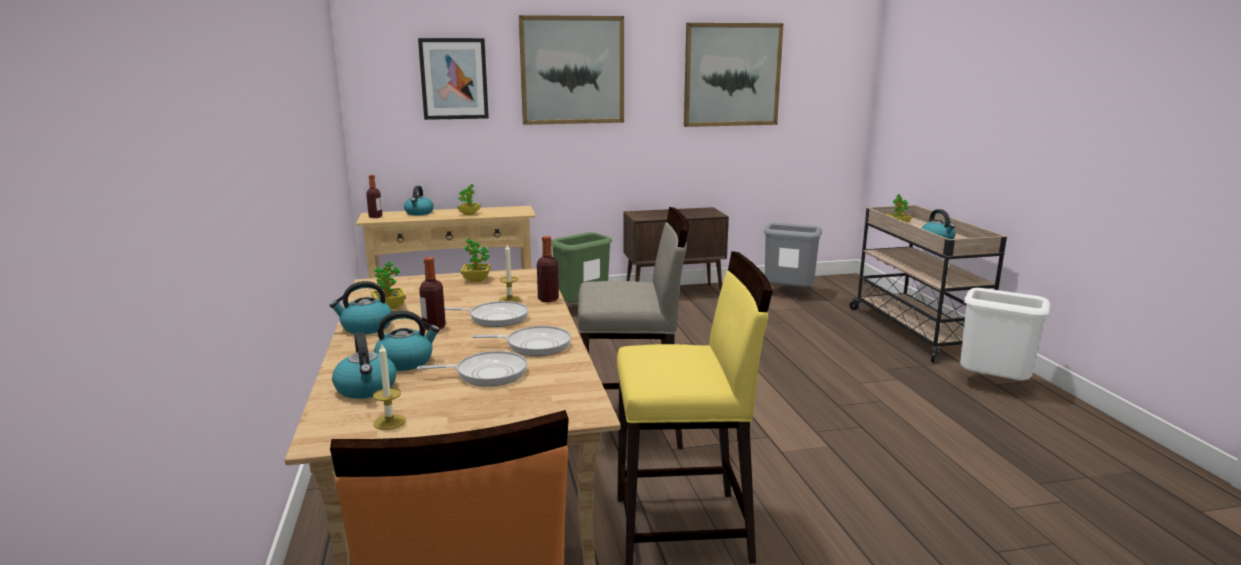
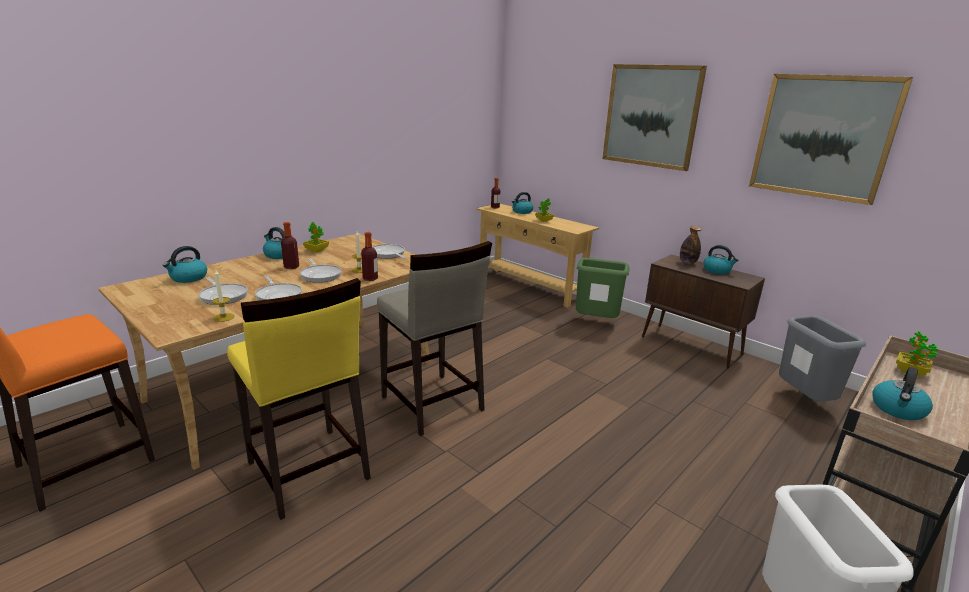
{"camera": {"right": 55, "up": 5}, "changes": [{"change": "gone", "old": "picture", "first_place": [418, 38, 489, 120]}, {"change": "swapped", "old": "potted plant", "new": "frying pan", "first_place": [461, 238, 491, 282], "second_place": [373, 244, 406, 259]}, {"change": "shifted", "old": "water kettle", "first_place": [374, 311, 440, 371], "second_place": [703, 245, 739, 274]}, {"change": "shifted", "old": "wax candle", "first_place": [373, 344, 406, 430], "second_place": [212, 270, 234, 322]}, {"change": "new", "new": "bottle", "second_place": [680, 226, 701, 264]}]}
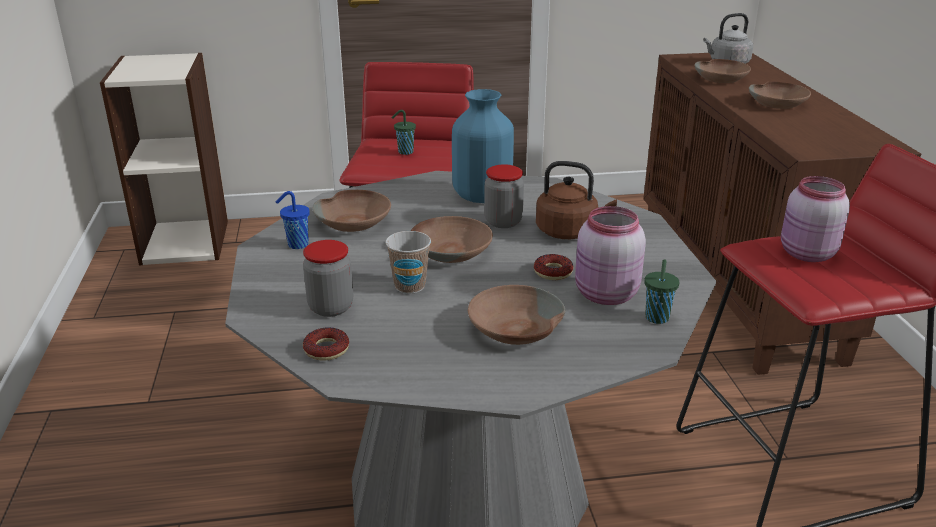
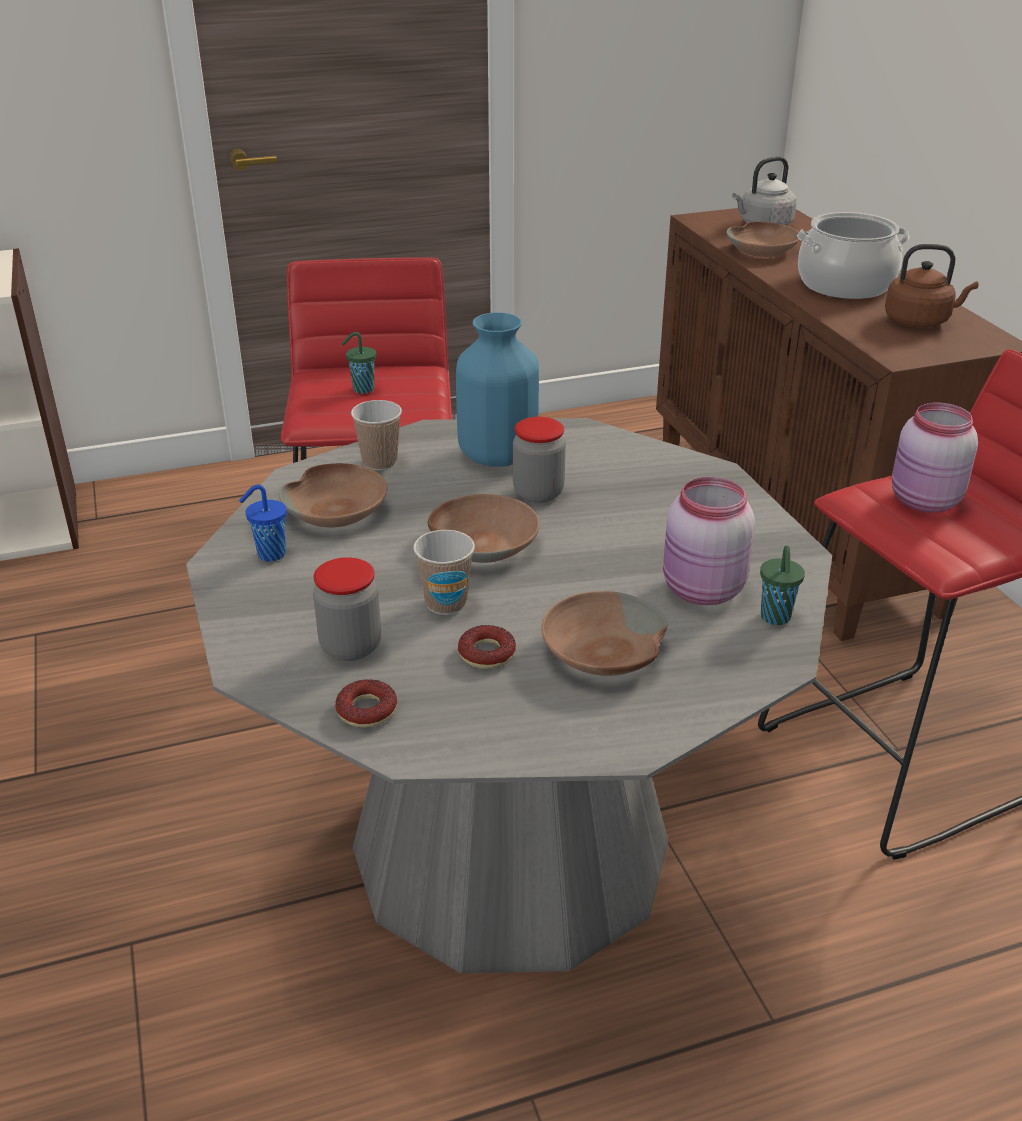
{"camera": {"right": -10, "up": 5}, "changes": [{"change": "swapped", "old": "serving bowl (brown-coloured)", "new": "cooking pot", "first_place": [749, 81, 811, 109], "second_place": [797, 212, 910, 299]}, {"change": "shifted", "old": "water kettle (brown-coloured)", "first_place": [536, 161, 617, 239], "second_place": [885, 244, 979, 328]}, {"change": "shifted", "old": "ring doughnut", "first_place": [534, 254, 574, 280], "second_place": [458, 625, 516, 669]}, {"change": "new", "new": "drinking cup", "second_place": [351, 400, 402, 471]}]}
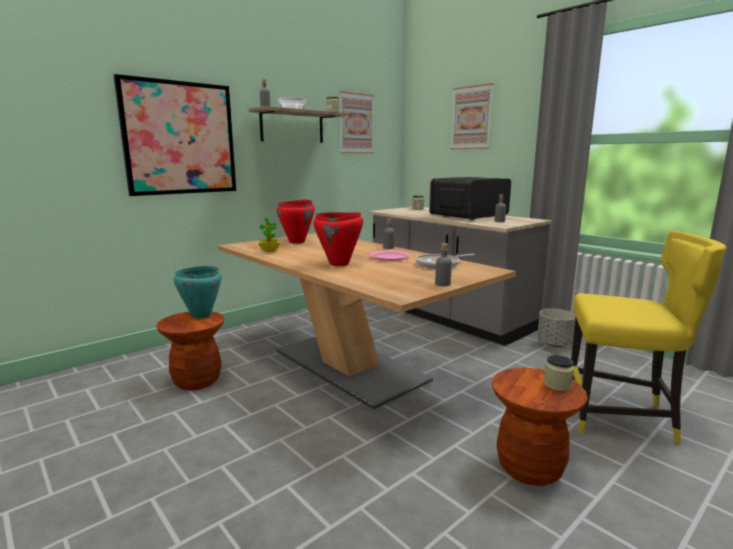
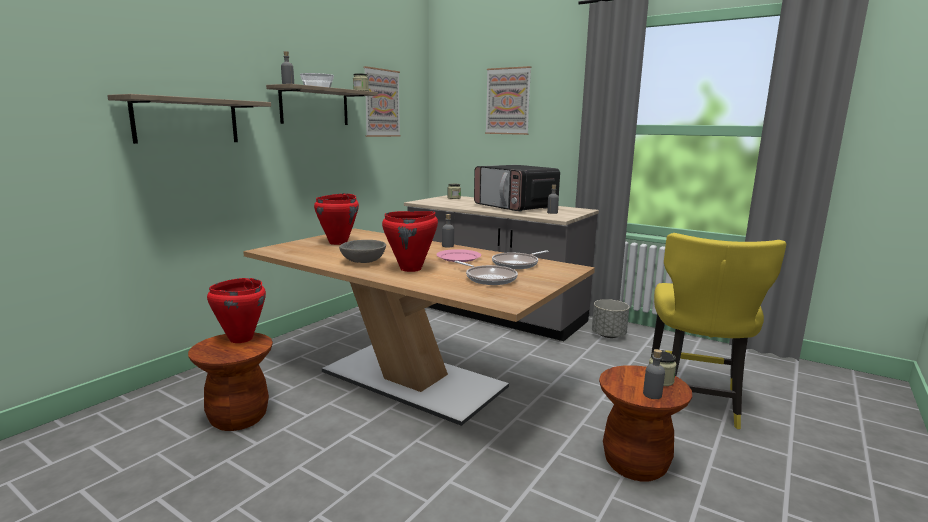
{"camera": {"right": -15, "up": 0}, "changes": [{"change": "swapped", "old": "picture", "new": "bracket shelf", "first_place": [114, 74, 236, 196], "second_place": [107, 94, 271, 144]}, {"change": "rotated", "old": "microwave", "first_place": [429, 177, 511, 220], "second_place": [474, 165, 560, 211], "degrees": -75}, {"change": "gone", "old": "potted plant", "first_place": [259, 217, 280, 252]}, {"change": "rotated", "old": "upright chair (yellowish)", "first_place": [571, 231, 726, 444], "second_place": [651, 233, 786, 429], "degrees": 105}, {"change": "shifted", "old": "bottle (greyish)", "first_place": [435, 243, 452, 286], "second_place": [643, 349, 665, 399]}, {"change": "repainted", "old": "cooking pot (turquoise)", "new": "cooking pot (red)", "first_place": [174, 266, 221, 319], "second_place": [207, 278, 266, 343]}, {"change": "new", "new": "serving bowl (greyish)", "second_place": [339, 240, 386, 263]}, {"change": "new", "new": "frying pan", "second_place": [454, 261, 518, 285]}]}
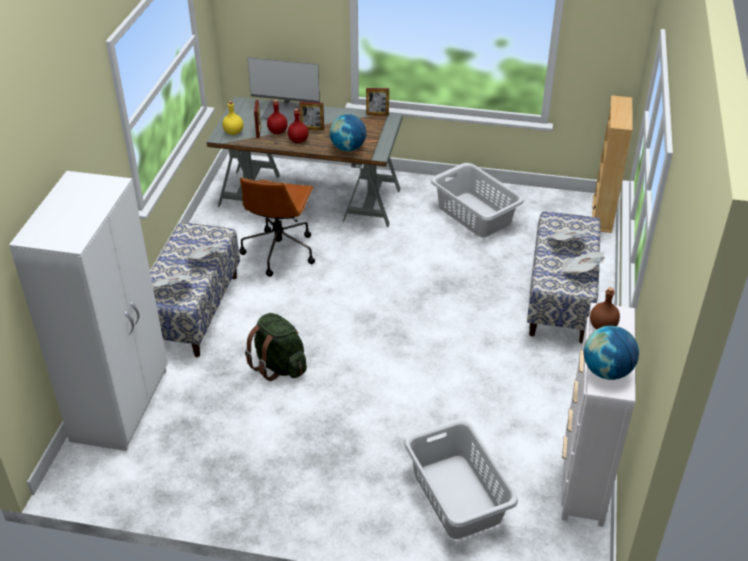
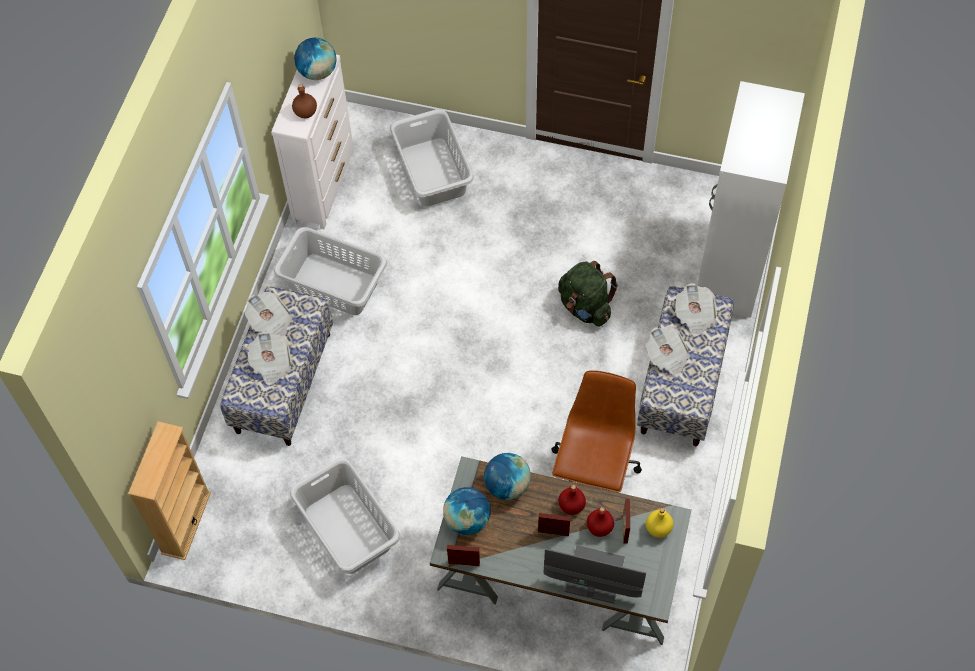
{"camera": {"right": -175, "up": 20}, "changes": [{"change": "new", "new": "laundry basket (greyish)", "second_place": [274, 227, 387, 315]}, {"change": "new", "new": "desk globe", "second_place": [443, 487, 490, 535]}]}
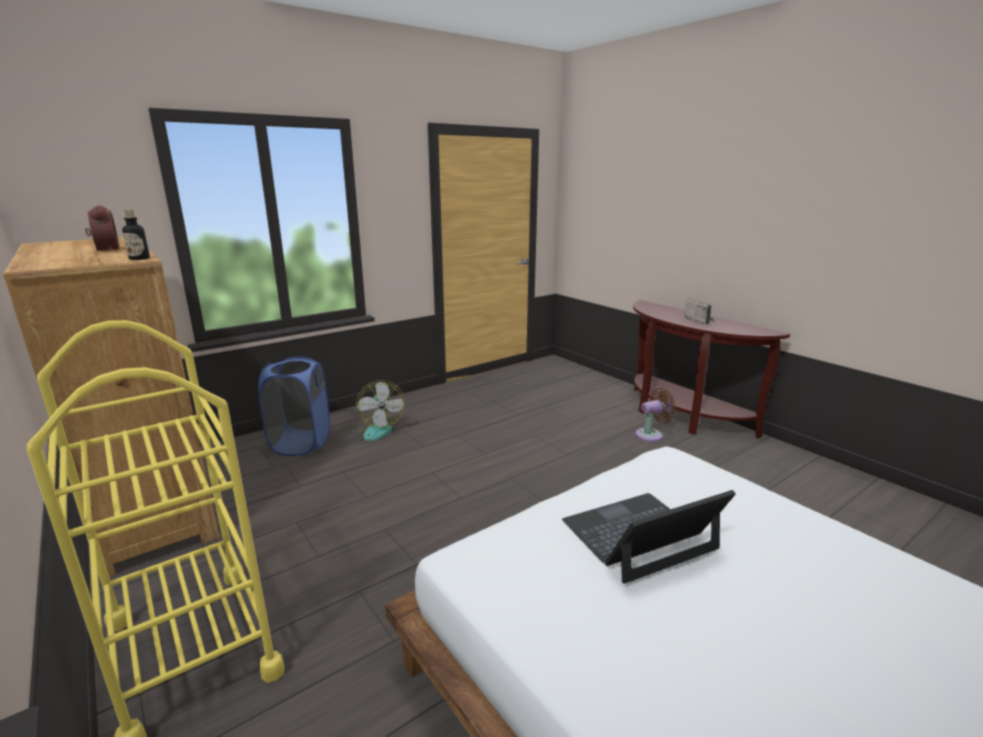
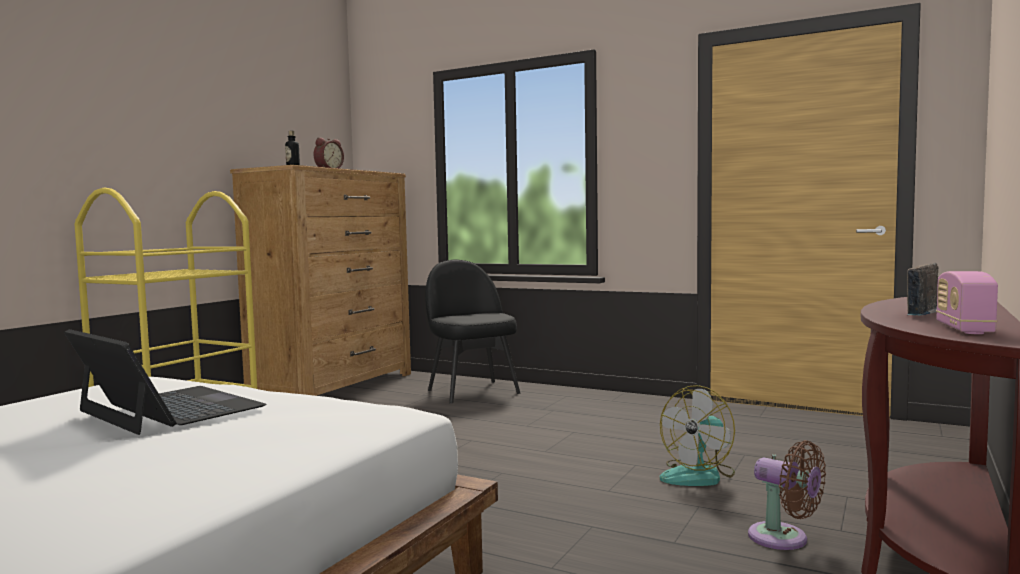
{"camera": {"right": 65, "up": -15}, "changes": [{"change": "swapped", "old": "laundry basket (bluish)", "new": "upright chair (black)", "first_place": [258, 357, 330, 456], "second_place": [425, 260, 520, 403]}, {"change": "shifted", "old": "fan", "first_place": [349, 381, 405, 441], "second_place": [660, 385, 735, 486]}, {"change": "new", "new": "radio set", "second_place": [936, 271, 998, 334]}]}
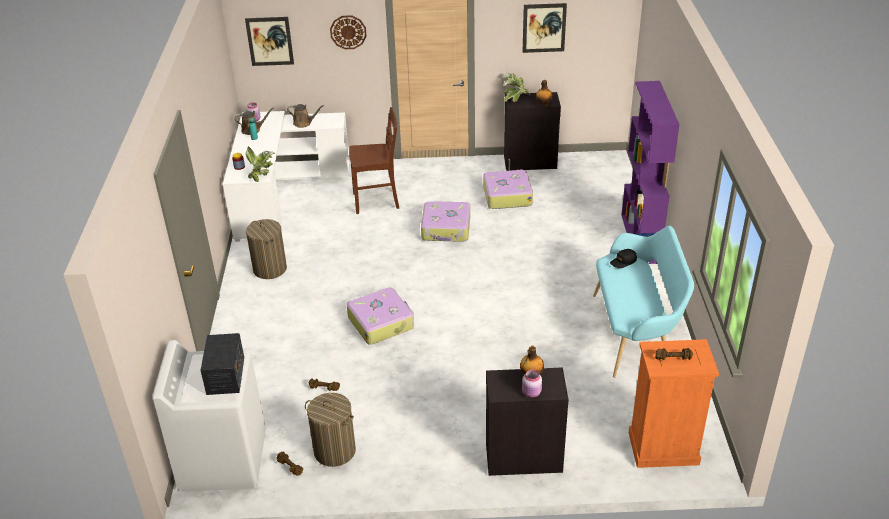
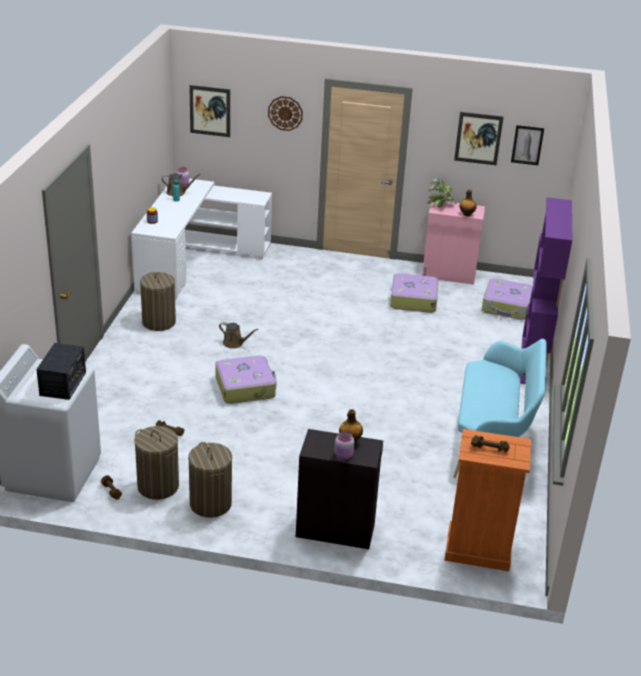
{"camera": {"right": 10, "up": -5}, "changes": [{"change": "repainted", "old": "cupboard (black)", "new": "cupboard (pinkish)", "first_place": [504, 92, 561, 171], "second_place": [422, 202, 485, 285]}, {"change": "shifted", "old": "sprinkling can (brown-coloured)", "first_place": [287, 104, 324, 128], "second_place": [219, 322, 258, 349]}, {"change": "gone", "old": "upright chair (brown-coloured)", "first_place": [349, 107, 399, 214]}, {"change": "gone", "old": "potted plant", "first_place": [246, 147, 275, 182]}, {"change": "shifted", "old": "suitcase", "first_place": [421, 201, 470, 242], "second_place": [482, 278, 533, 320]}, {"change": "gone", "old": "peaked cap (black)", "first_place": [610, 249, 637, 268]}, {"change": "new", "new": "picture", "second_place": [511, 125, 544, 165]}, {"change": "new", "new": "laundry basket", "second_place": [188, 442, 232, 518]}]}
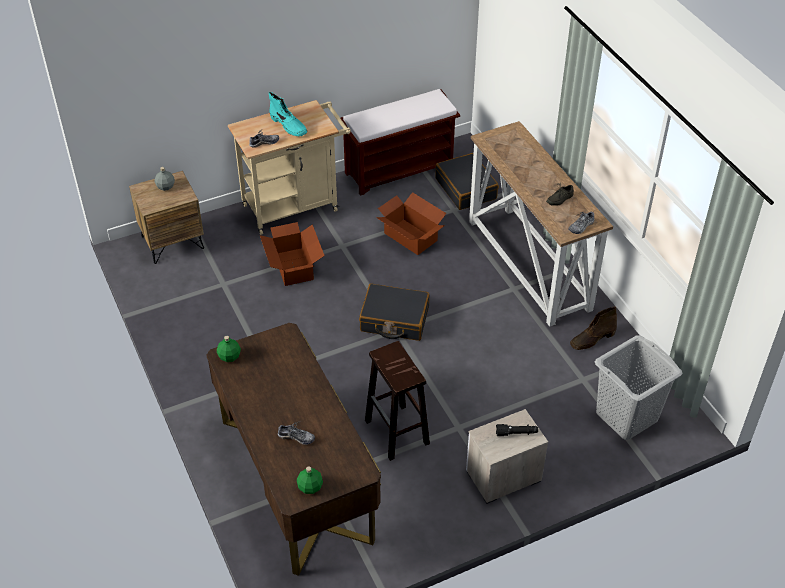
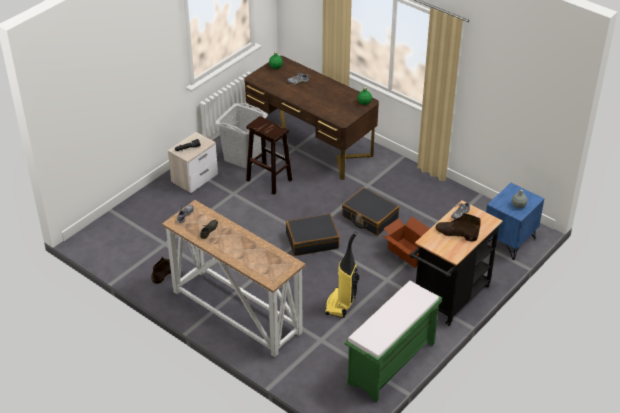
{"camera": {"right": 155, "up": -5}, "changes": [{"change": "repainted", "old": "bench (brown-coloured)", "new": "bench (green)", "first_place": [341, 89, 460, 196], "second_place": [344, 281, 442, 402]}, {"change": "repainted", "old": "tall boot (turquoise)", "new": "tall boot (brown-coloured)", "first_place": [269, 92, 307, 137], "second_place": [435, 213, 481, 242]}, {"change": "repainted", "old": "cart (sand-coloured)", "new": "cart (black)", "first_place": [228, 100, 351, 235], "second_place": [410, 200, 503, 326]}, {"change": "shifted", "old": "suitcase (black)", "first_place": [435, 153, 499, 210], "second_place": [342, 188, 399, 235]}, {"change": "repainted", "old": "bedside table (brown-coloured)", "new": "bedside table (bluish)", "first_place": [129, 171, 204, 264], "second_place": [485, 183, 544, 260]}, {"change": "swapped", "old": "carton", "new": "vacuum cleaner", "first_place": [376, 192, 446, 255], "second_place": [325, 232, 359, 318]}, {"change": "shifted", "old": "laundry basket (greyish)", "first_place": [595, 335, 682, 440], "second_place": [215, 103, 268, 169]}]}
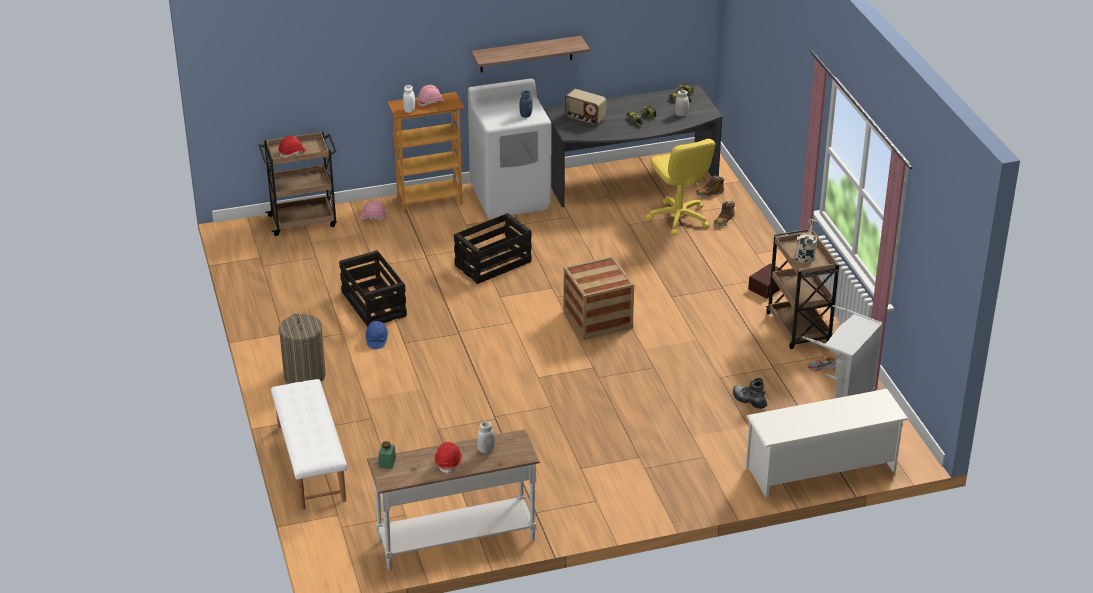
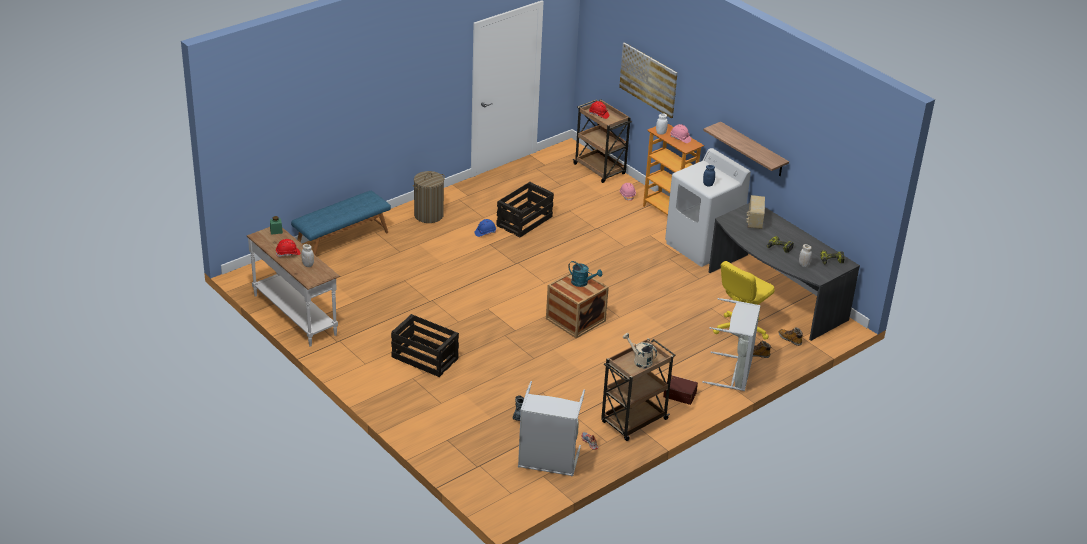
{"camera": {"right": 65, "up": 0}, "changes": [{"change": "shifted", "old": "packing crate", "first_place": [454, 213, 532, 284], "second_place": [391, 314, 459, 377]}, {"change": "rotated", "old": "sprinkling can (sand-coloured)", "first_place": [795, 219, 817, 263], "second_place": [623, 333, 657, 368], "degrees": -135}, {"change": "repainted", "old": "bench (whitish)", "new": "bench (bluish)", "first_place": [271, 379, 347, 510], "second_place": [291, 191, 391, 255]}, {"change": "gone", "old": "shoe shelf (whitish)", "first_place": [746, 389, 909, 498]}, {"change": "new", "new": "picture", "second_place": [619, 42, 678, 118]}, {"change": "new", "new": "sprinkling can (turquoise)", "second_place": [568, 261, 602, 287]}, {"change": "new", "new": "laundry basket (greyish)", "second_place": [702, 298, 761, 391]}]}
